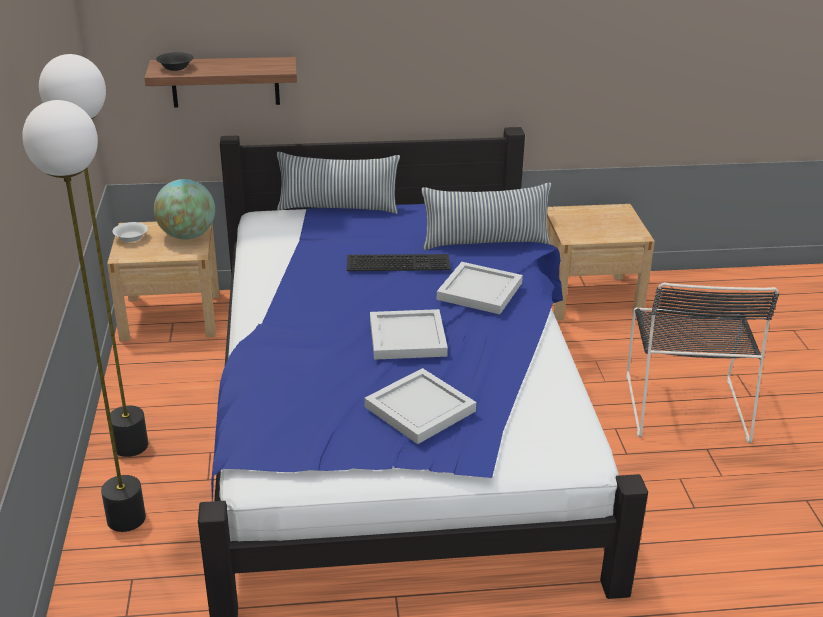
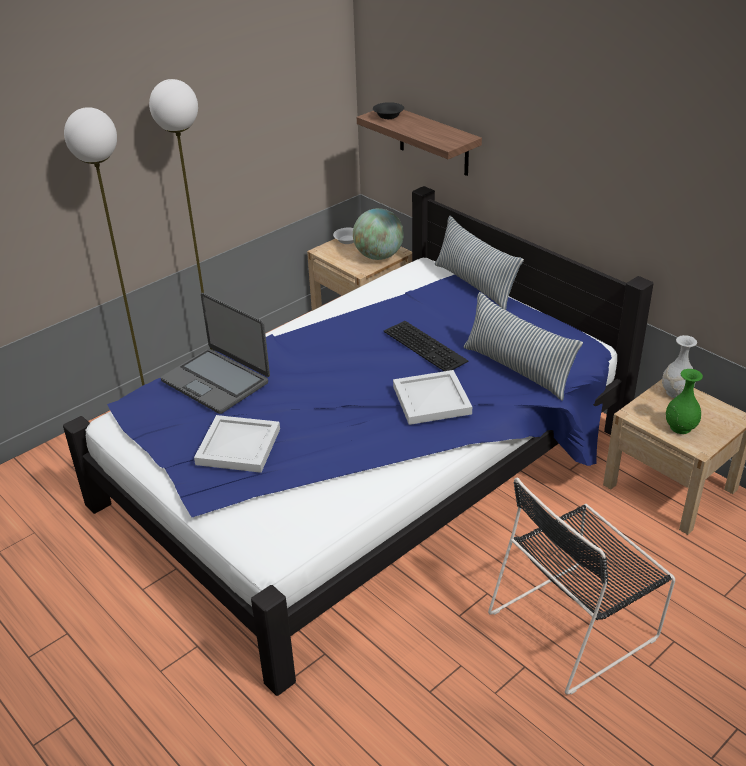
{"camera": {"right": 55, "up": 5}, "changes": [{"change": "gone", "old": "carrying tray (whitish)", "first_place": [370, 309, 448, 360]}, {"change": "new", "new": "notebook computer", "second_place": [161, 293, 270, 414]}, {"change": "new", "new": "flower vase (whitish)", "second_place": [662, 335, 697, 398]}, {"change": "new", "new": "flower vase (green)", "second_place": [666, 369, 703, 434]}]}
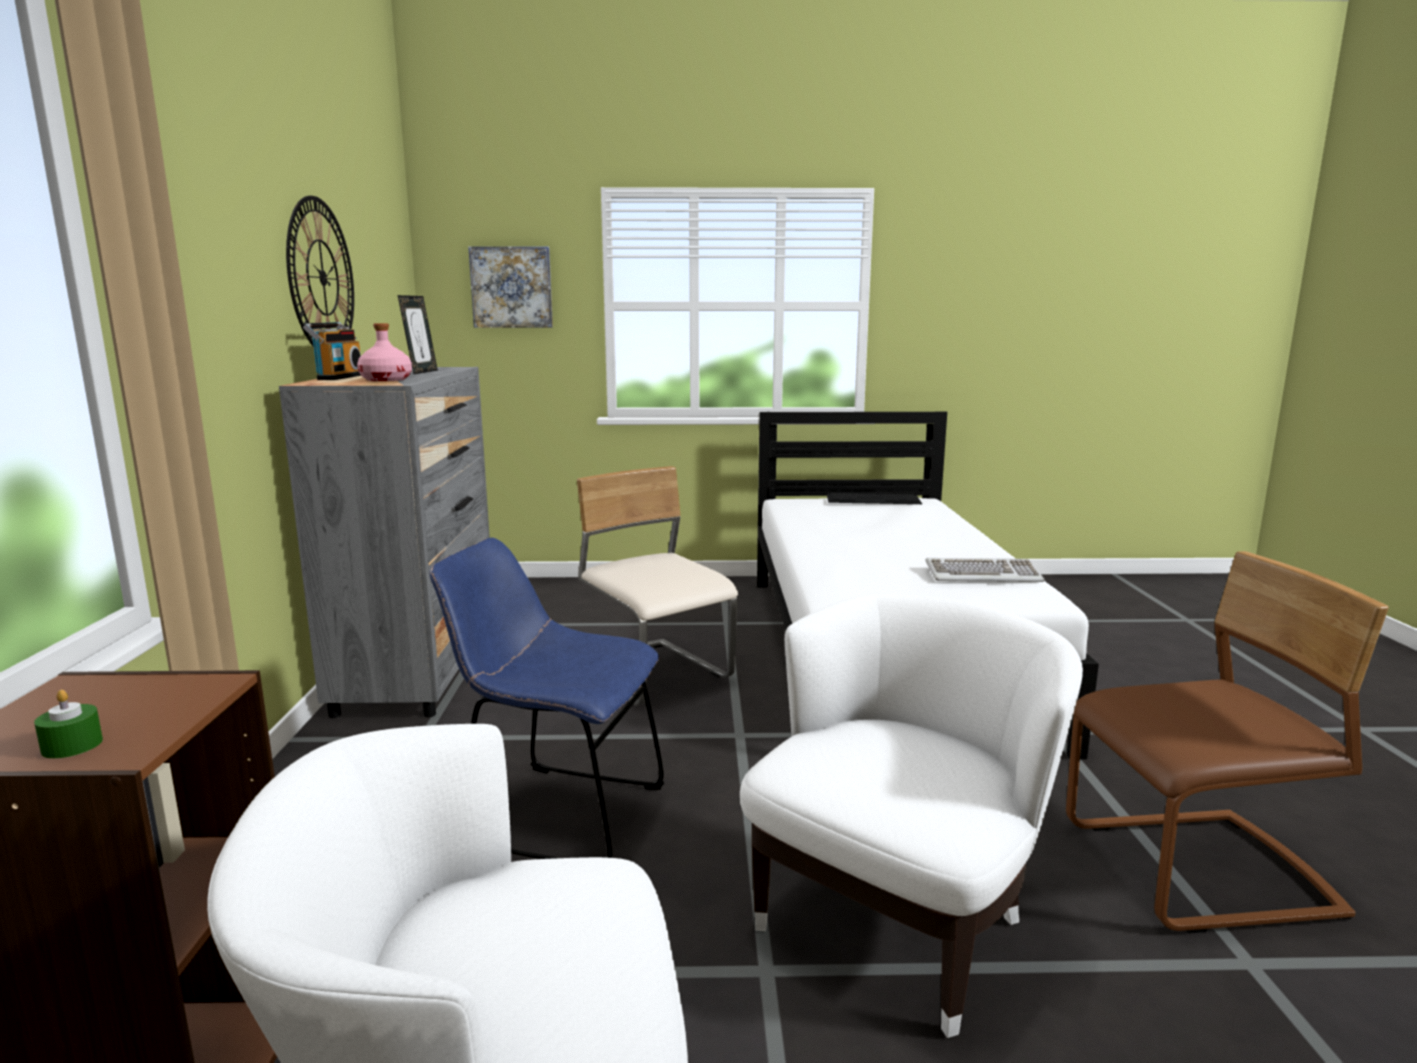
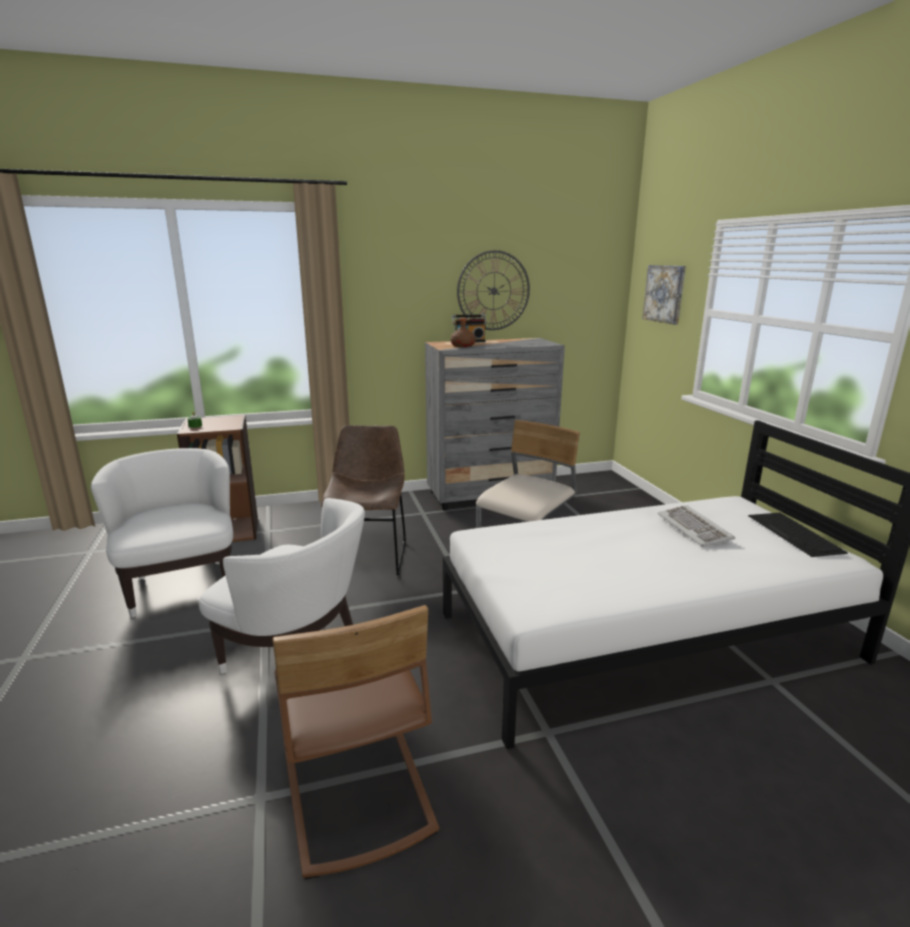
{"camera": {"right": 75, "up": 5}, "changes": [{"change": "gone", "old": "picture frame", "first_place": [398, 295, 438, 375]}, {"change": "repainted", "old": "bottle (pinkish)", "new": "bottle (brown-coloured)", "first_place": [357, 323, 412, 381], "second_place": [450, 318, 476, 347]}, {"change": "repainted", "old": "upright chair (bluish)", "new": "upright chair (brown-coloured)", "first_place": [429, 537, 664, 859], "second_place": [321, 425, 406, 575]}, {"change": "shifted", "old": "PC keyboard", "first_place": [925, 558, 1045, 582], "second_place": [658, 505, 735, 547]}]}
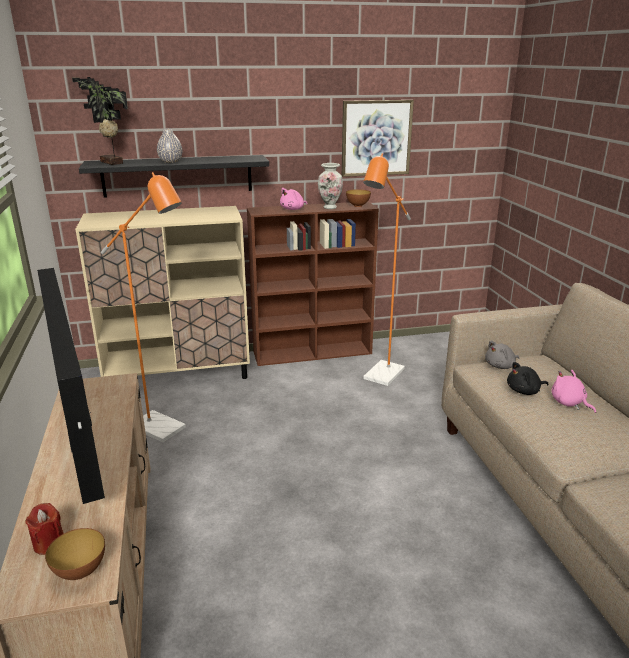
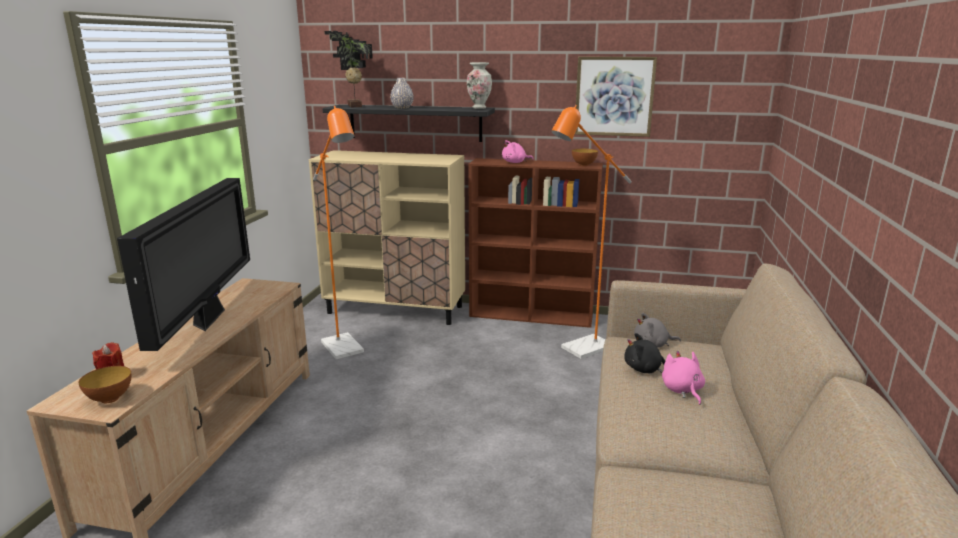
{"camera": {"right": 25, "up": -5}, "changes": [{"change": "shifted", "old": "flower vase", "first_place": [318, 163, 343, 209], "second_place": [467, 62, 492, 109]}]}
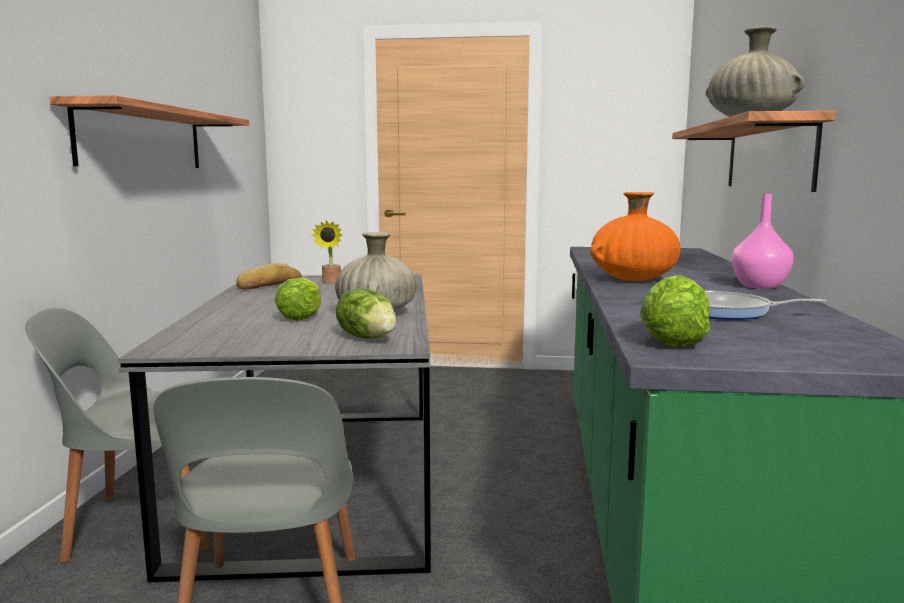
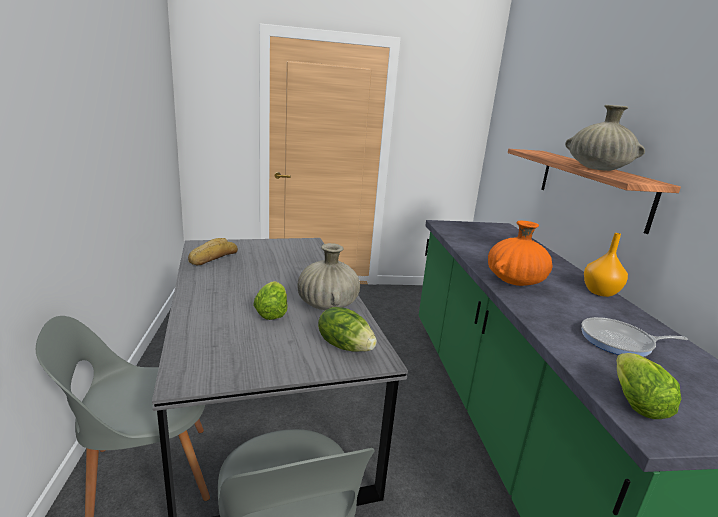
{"camera": {"right": -15, "up": 10}, "changes": [{"change": "gone", "old": "bracket shelf", "first_place": [50, 95, 249, 168]}, {"change": "repainted", "old": "flower vase (pinkish)", "new": "flower vase (orangey)", "first_place": [732, 194, 794, 289], "second_place": [584, 233, 628, 297]}, {"change": "gone", "old": "potted plant", "first_place": [311, 220, 343, 284]}]}
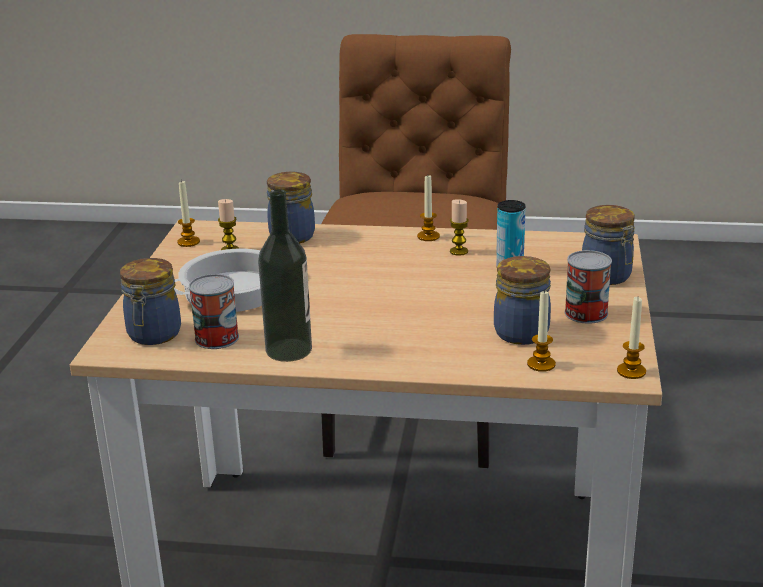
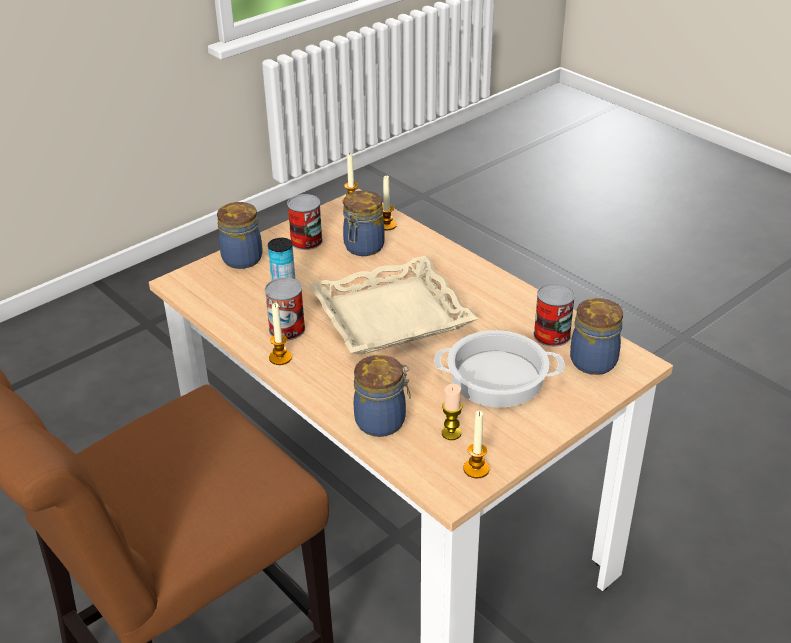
{"camera": {"right": -140, "up": 10}, "changes": [{"change": "gone", "old": "bottle", "first_place": [258, 189, 312, 362]}, {"change": "swapped", "old": "wax candle", "new": "can", "first_place": [450, 199, 469, 256], "second_place": [265, 278, 305, 340]}, {"change": "new", "new": "carrying tray (sand-coloured)", "second_place": [308, 256, 478, 355]}]}
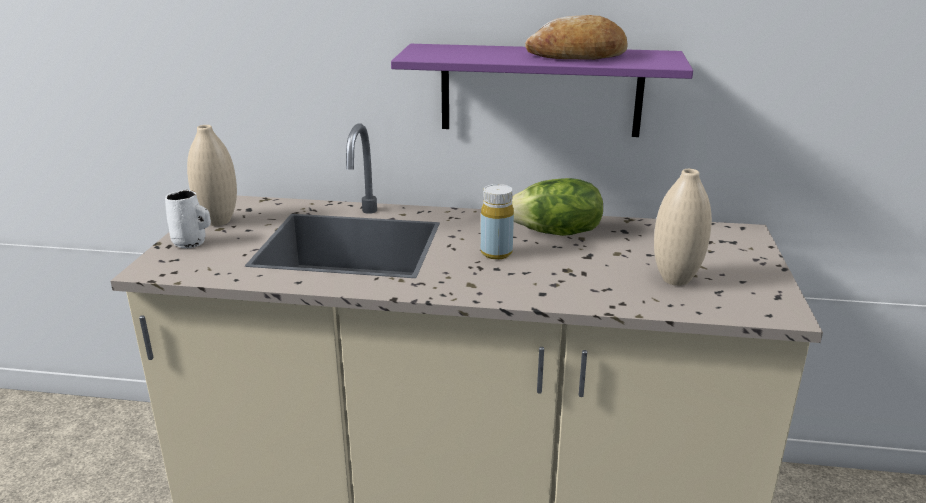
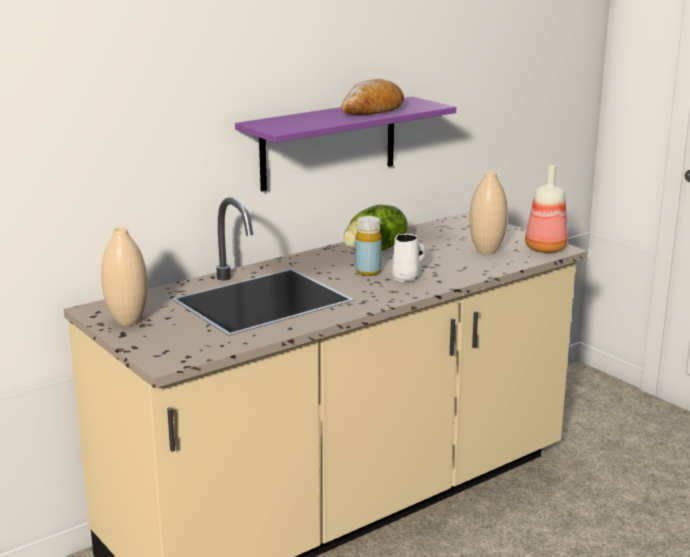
{"camera": {"right": -45, "up": -5}, "changes": [{"change": "shifted", "old": "coffee mug (whitish)", "first_place": [165, 190, 211, 249], "second_place": [392, 234, 425, 282]}, {"change": "new", "new": "bottle", "second_place": [525, 165, 568, 253]}]}
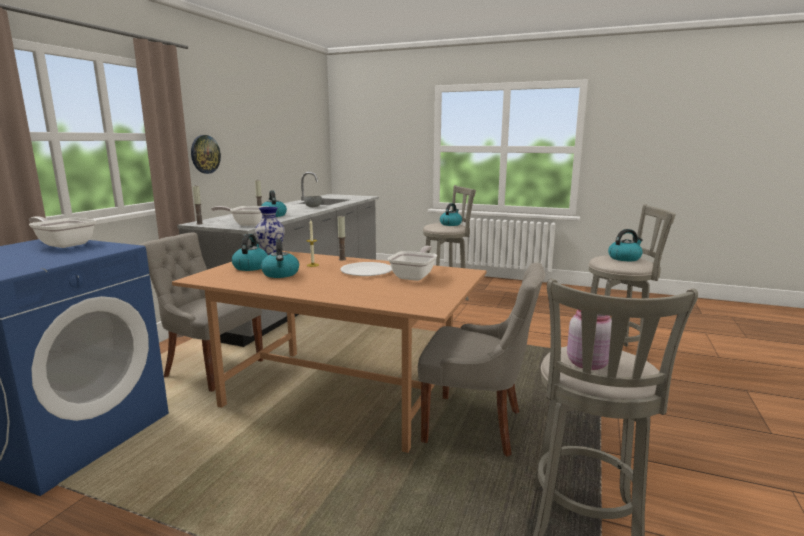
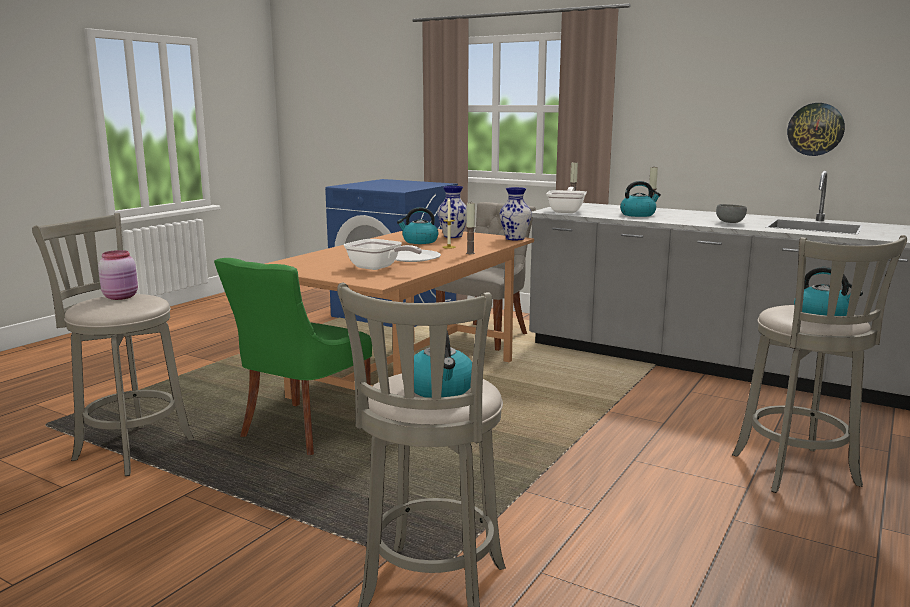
{"camera": {"right": 100, "up": 0}, "changes": [{"change": "shifted", "old": "hanging clock", "first_place": [191, 135, 221, 174], "second_place": [787, 103, 845, 156]}, {"change": "gone", "old": "frying pan", "first_place": [29, 216, 96, 248]}, {"change": "swapped", "old": "water kettle", "new": "flower vase", "first_place": [232, 234, 268, 271], "second_place": [437, 186, 467, 238]}, {"change": "repainted", "old": "upright chair (greyish)", "new": "upright chair (green)", "first_place": [418, 263, 545, 456], "second_place": [214, 258, 372, 455]}]}
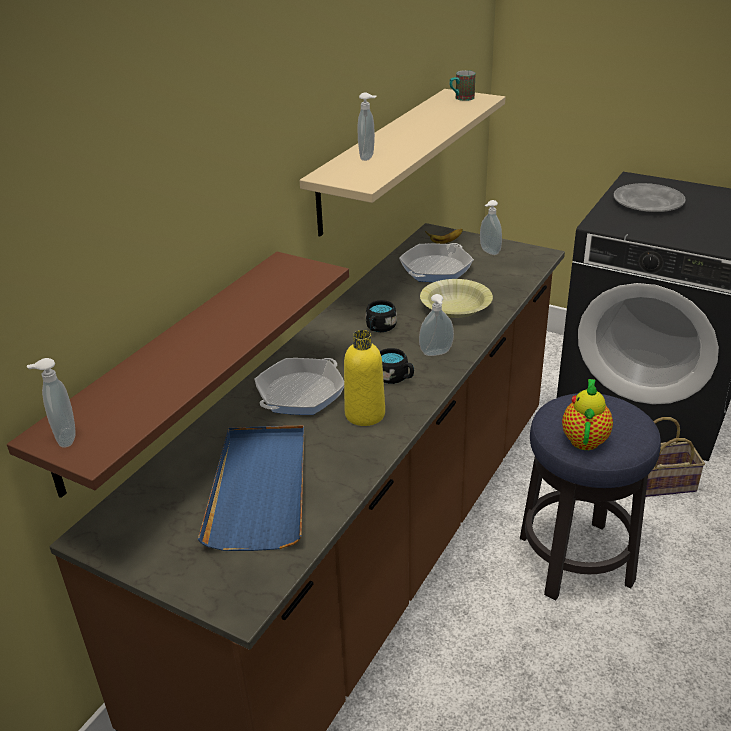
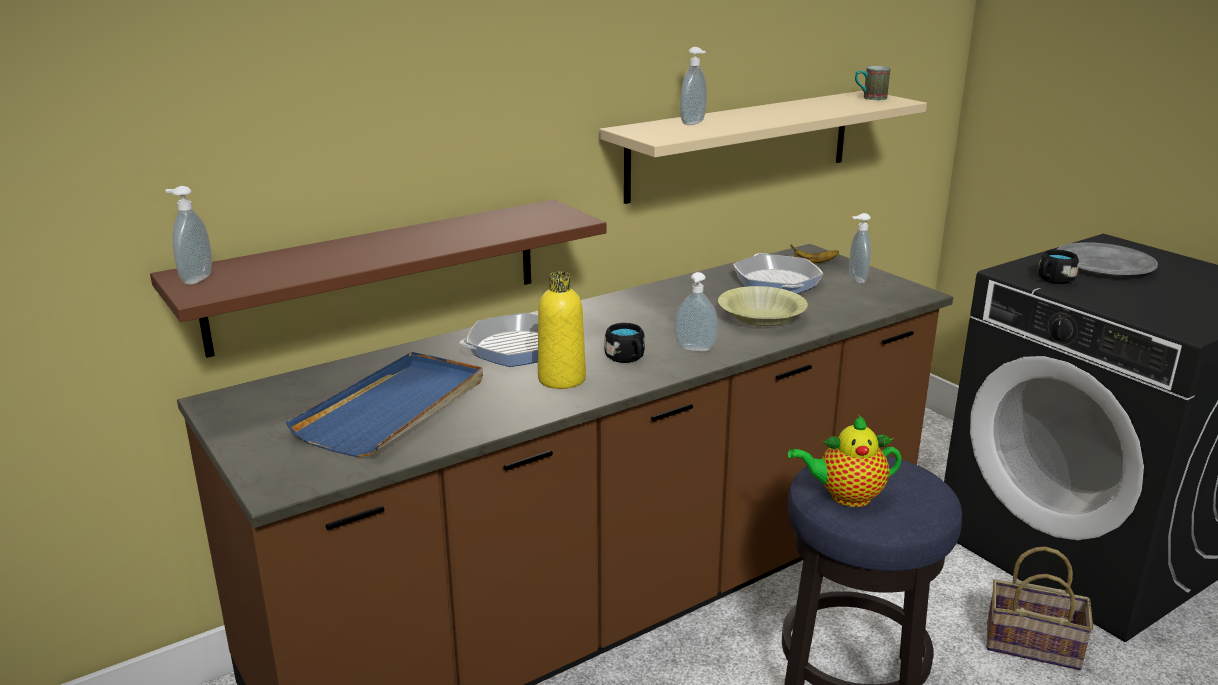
{"camera": {"right": 25, "up": -10}, "changes": [{"change": "rotated", "old": "frying pan", "first_place": [399, 243, 474, 282], "second_place": [733, 253, 824, 294], "degrees": 105}, {"change": "shifted", "old": "coffee mug (black)", "first_place": [366, 300, 397, 332], "second_place": [1039, 249, 1079, 284]}, {"change": "rotated", "old": "pot for tea", "first_place": [562, 379, 613, 450], "second_place": [788, 415, 902, 507], "degrees": -135}]}
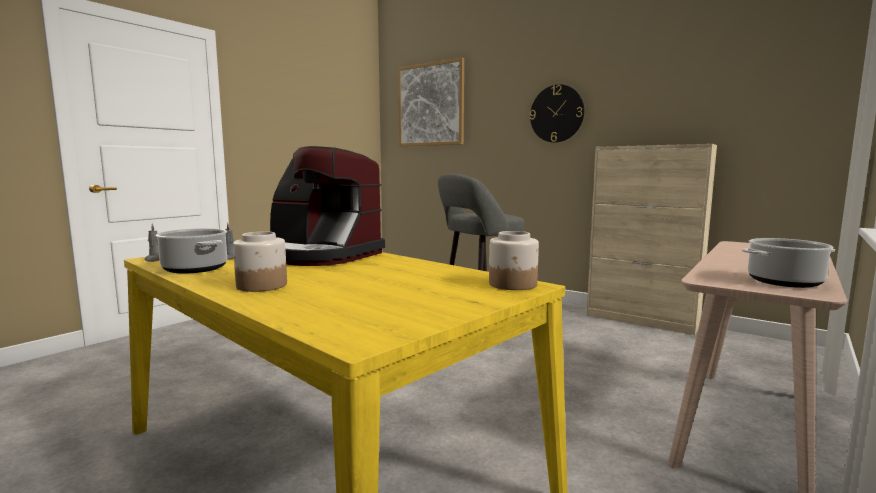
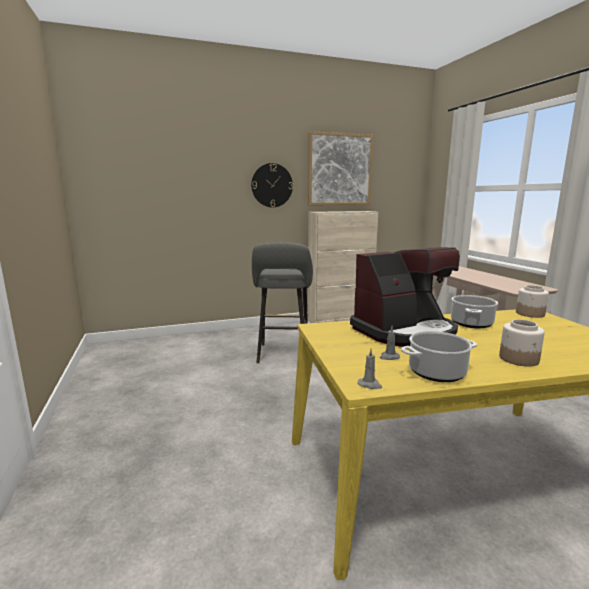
{"camera": {"right": -55, "up": 5}, "changes": [{"change": "shifted", "old": "picture", "first_place": [398, 58, 464, 146], "second_place": [308, 131, 373, 205]}, {"change": "shifted", "old": "cooking pot", "first_place": [742, 238, 835, 288], "second_place": [451, 295, 498, 328]}]}
